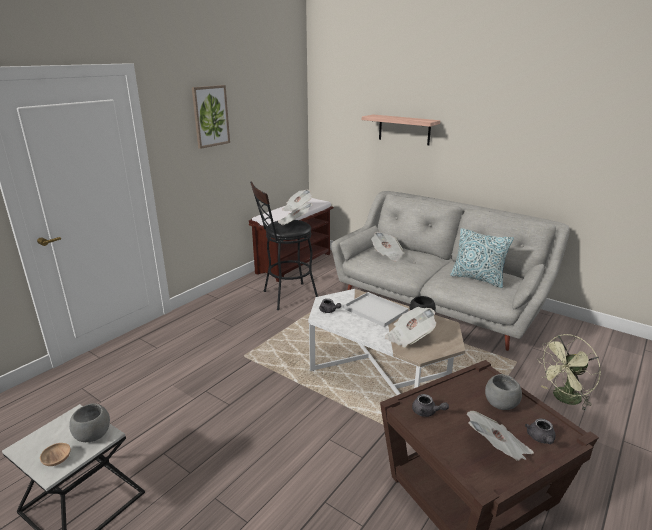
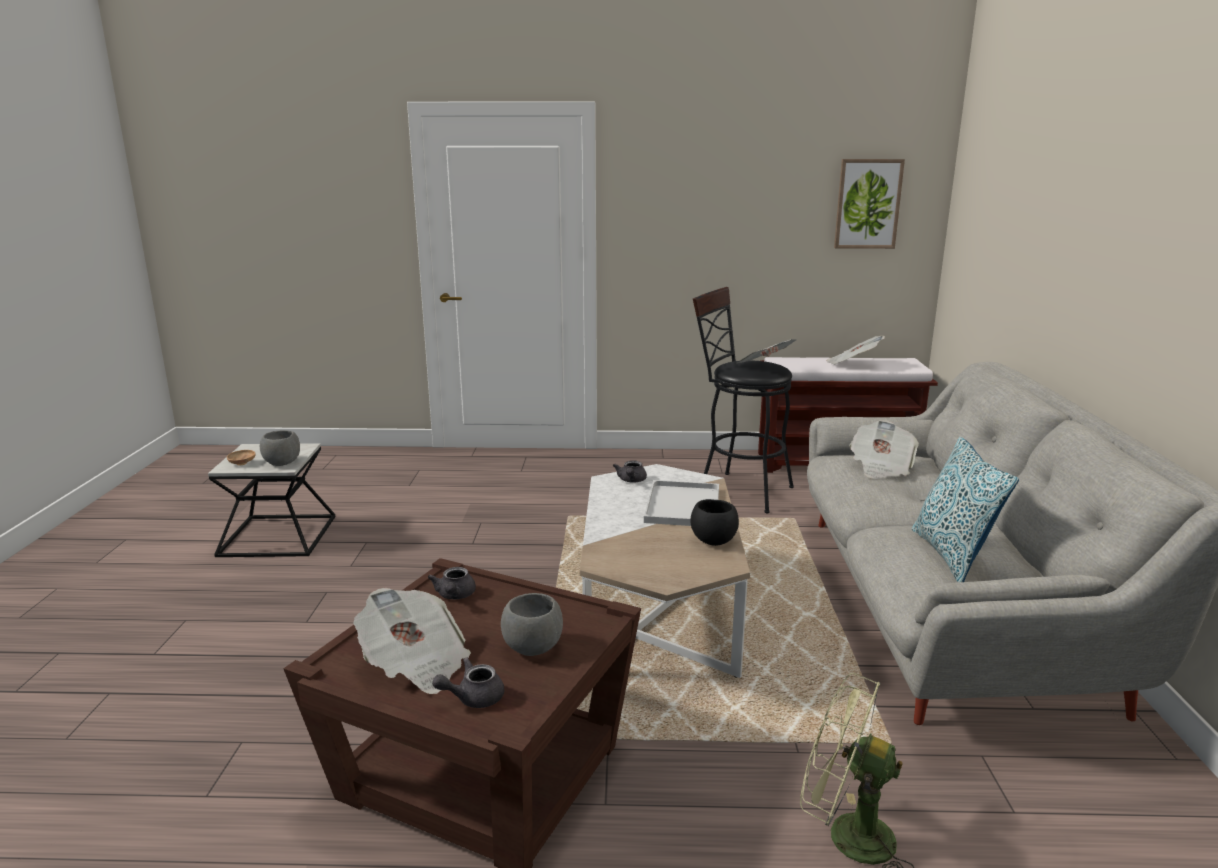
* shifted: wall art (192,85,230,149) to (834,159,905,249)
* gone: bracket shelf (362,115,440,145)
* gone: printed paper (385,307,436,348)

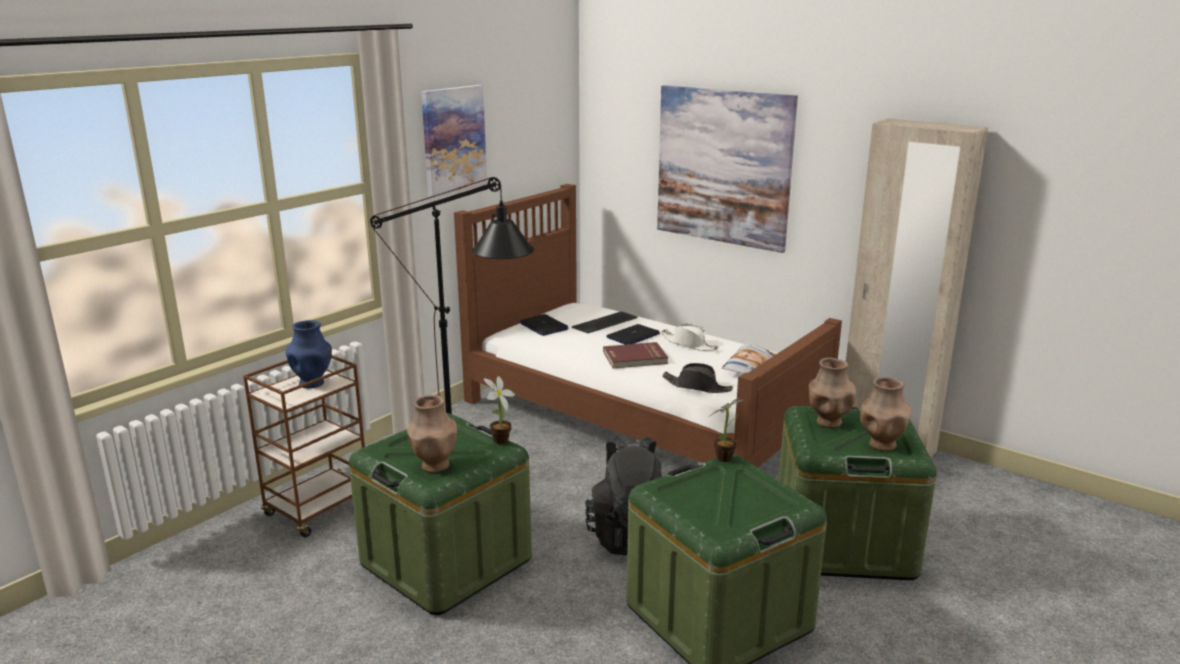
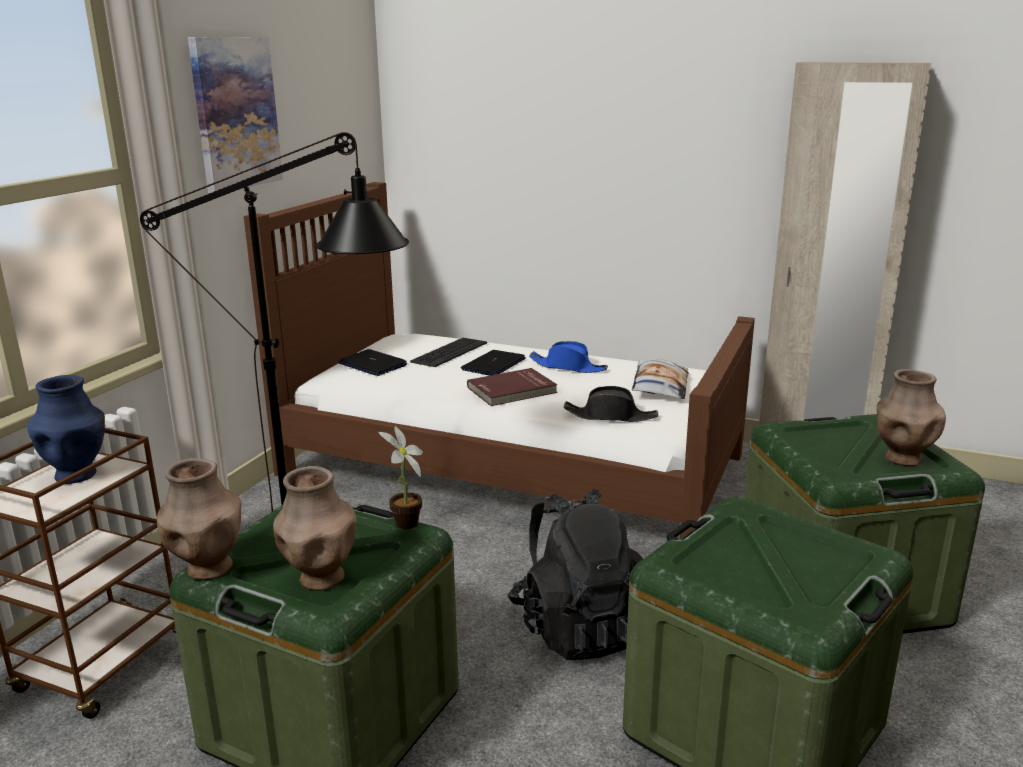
* gone: wall art (657,85,798,253)
* repainted: white-coloured clothing hat (661,323,718,351) to bluish clothing hat (529,341,608,373)
* shifted: brownish decorative vase (809,358,856,428) to (157,458,241,580)
* gone: houseplant (710,397,743,462)

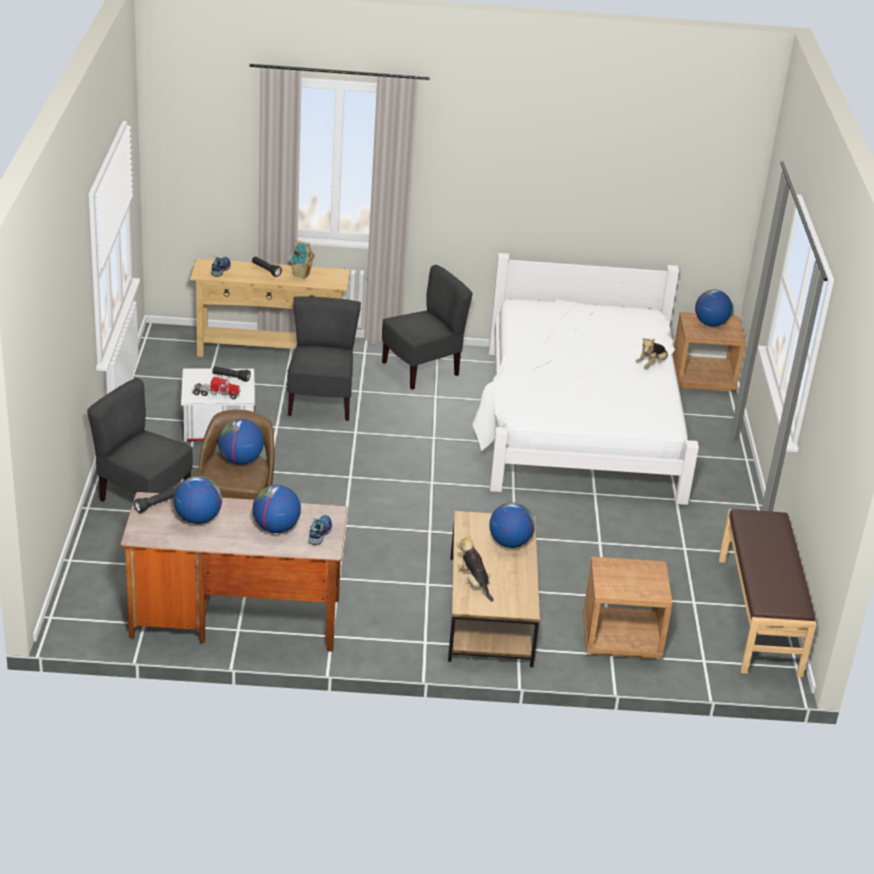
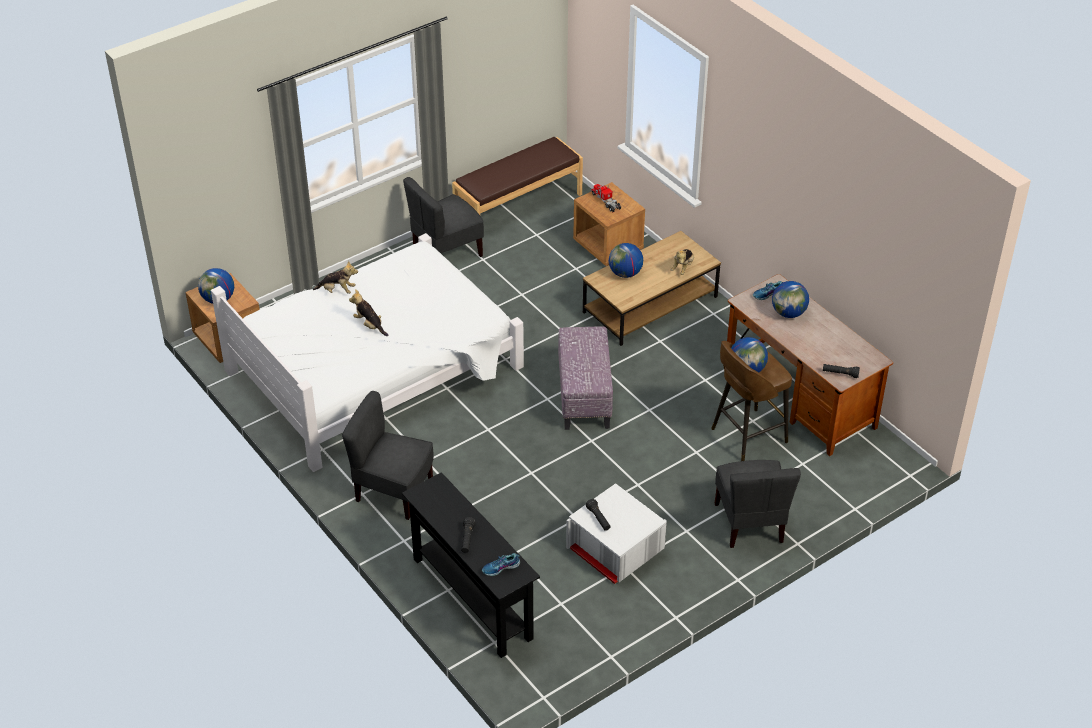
* gone: miniature house (289,240,315,279)
* repainted: sand-coloured hall table (190,258,350,357) to black-coloured hall table (402,472,540,658)
* shifted: greyish plain chair (287,296,361,421) to (403,177,484,257)
* shifted: toy truck (192,375,240,399) to (591,184,621,213)
* gone: globe (174,476,222,524)
* new: plush toy (349,289,389,336)
* new: footrest (558,327,613,430)

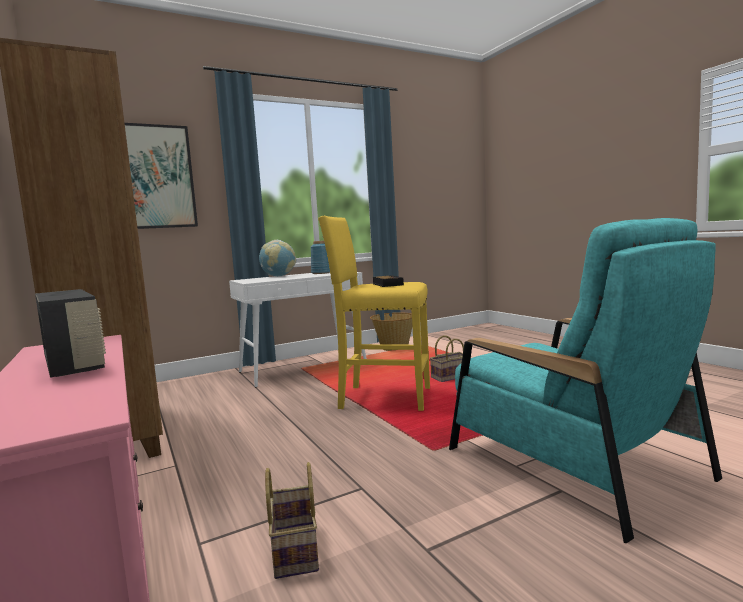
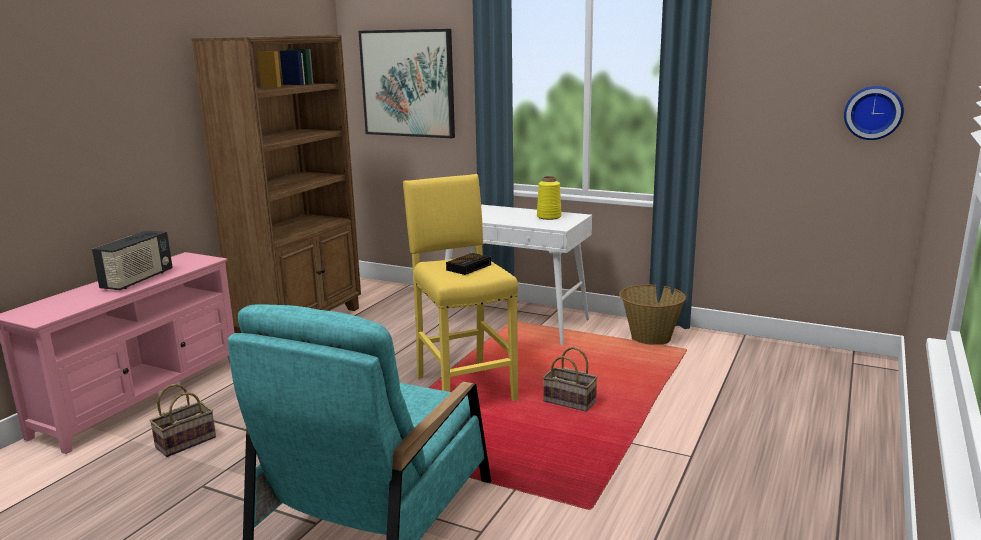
* gone: globe (259,240,296,276)
* repainted: bluish decorative vase (311,241,330,274) to yellow-coloured decorative vase (537,176,562,220)
* new: hanging clock (844,86,904,140)

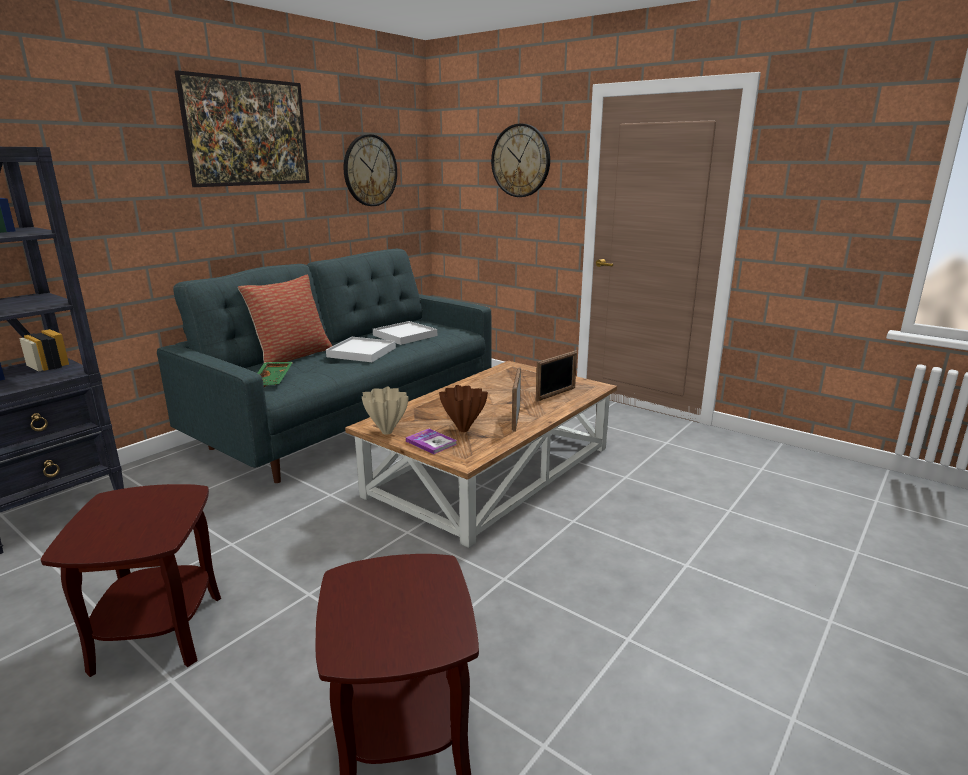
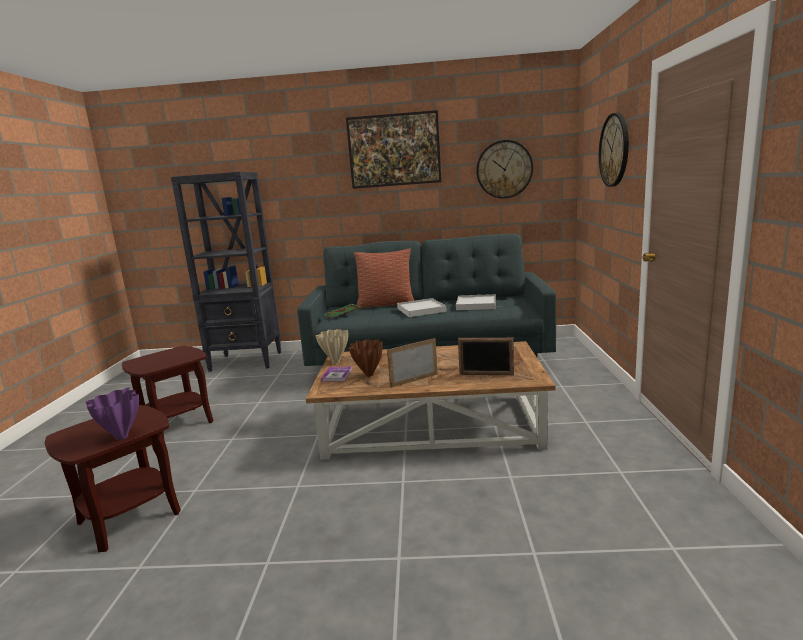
* new: purplish decorative vase (86,387,139,440)

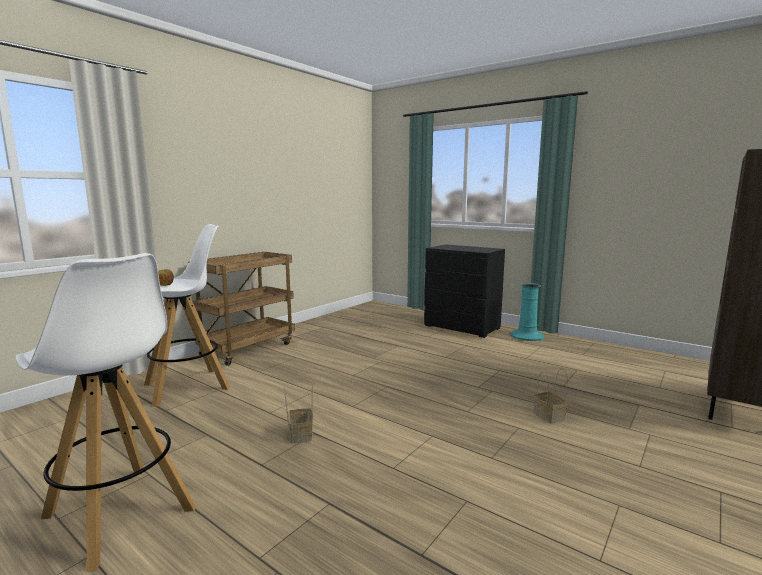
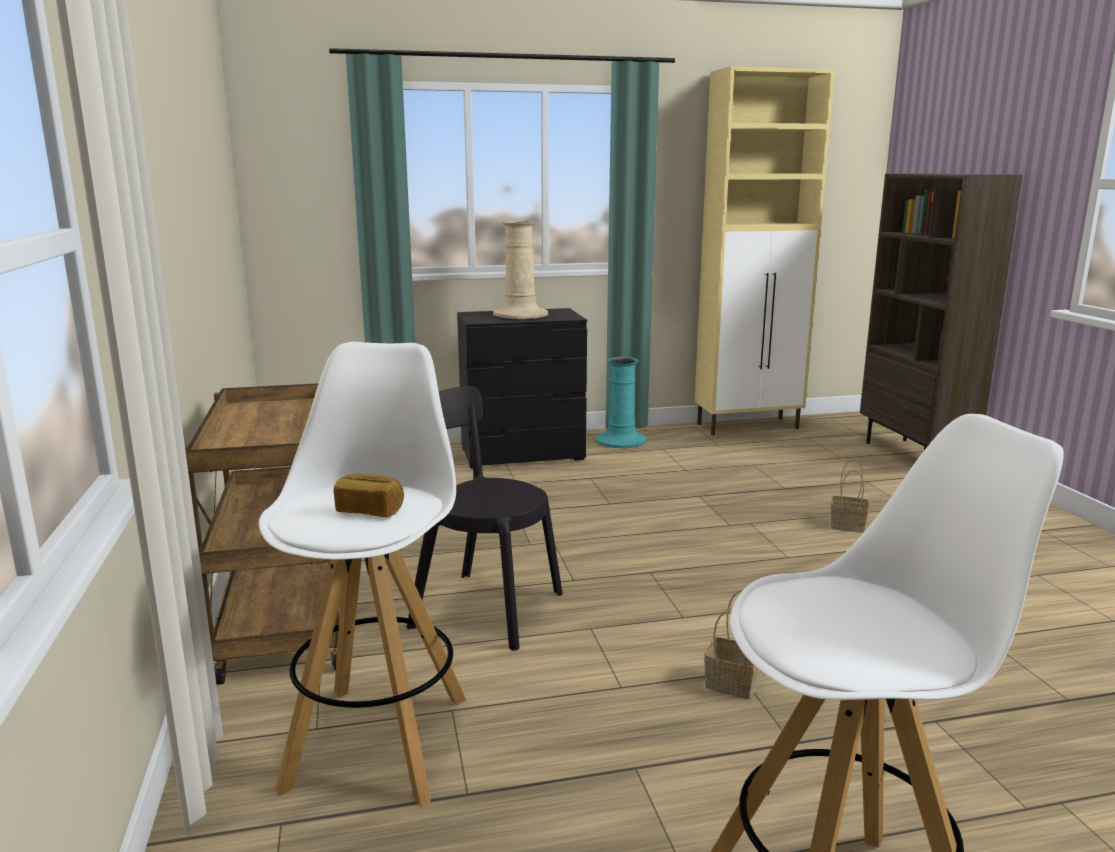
* new: sand-coloured cabinet (694,66,835,435)
* new: sand-coloured decorative vase (493,221,548,319)
* new: black-coloured plain chair (406,386,563,651)

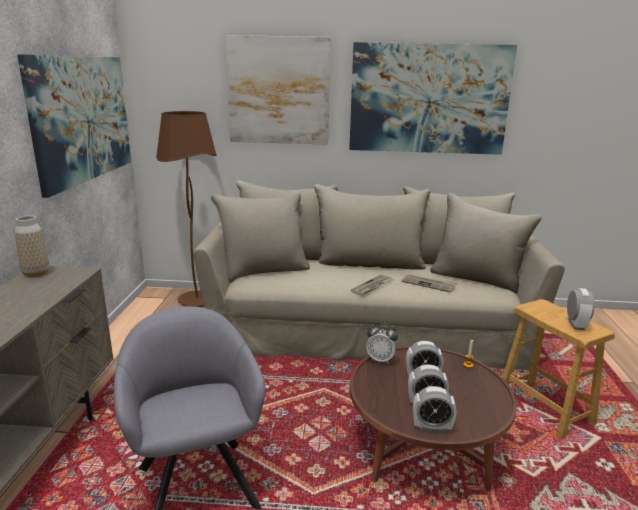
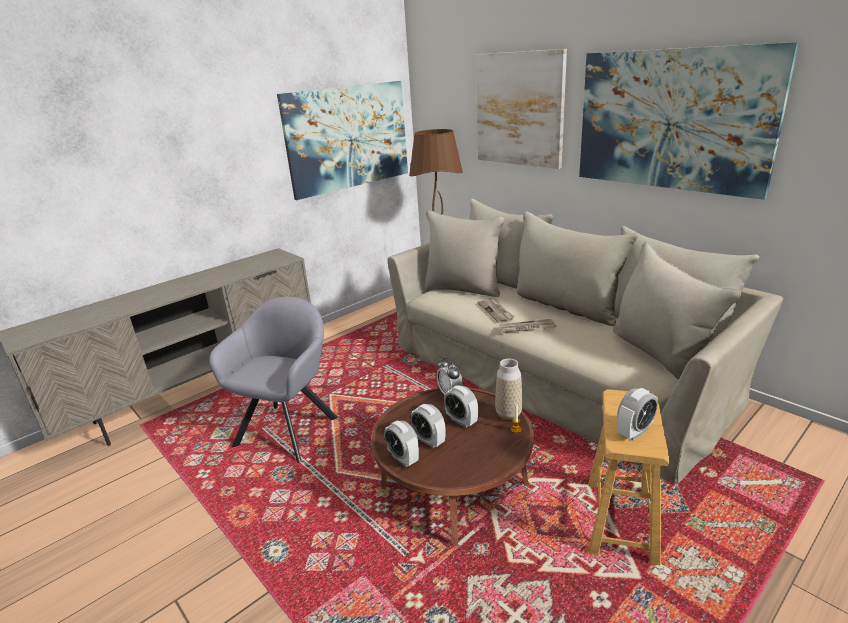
* shifted: decorative vase (15,215,49,277) to (495,359,522,420)
* shifted: printed paper (401,274,457,293) to (478,299,514,323)

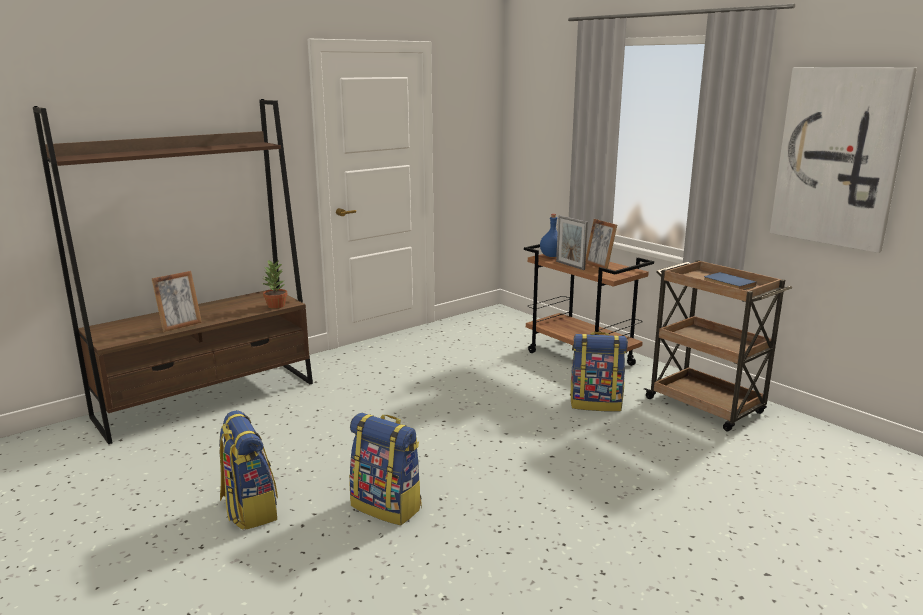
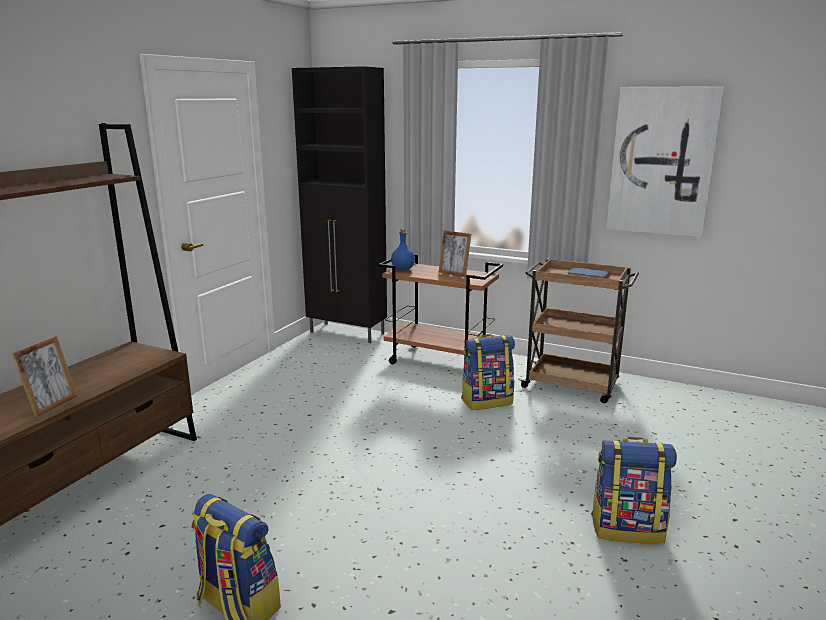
* gone: standing frame (556,215,588,270)
* gone: houseplant (261,259,288,309)
* shifted: backpack (349,413,422,525) to (591,437,677,544)
* new: black-coloured cabinet (292,66,387,343)

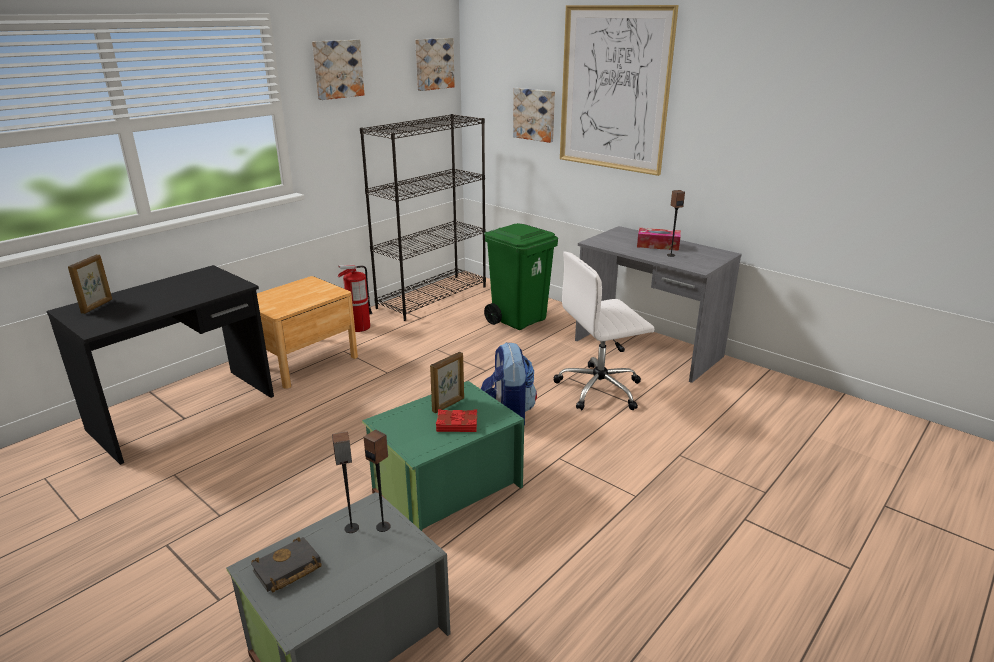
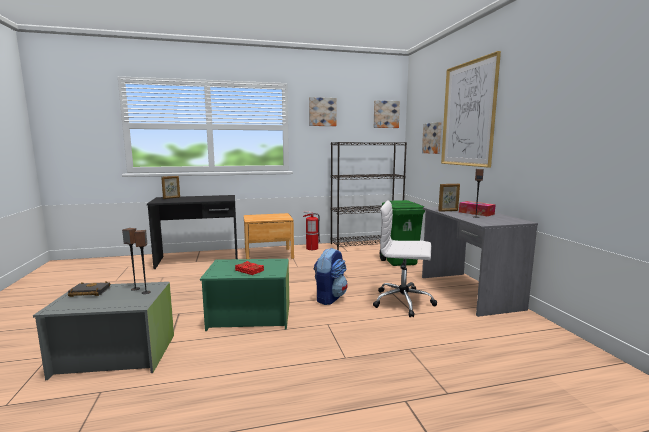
* shifted: standing frame (430,352,464,413) to (438,184,460,212)

